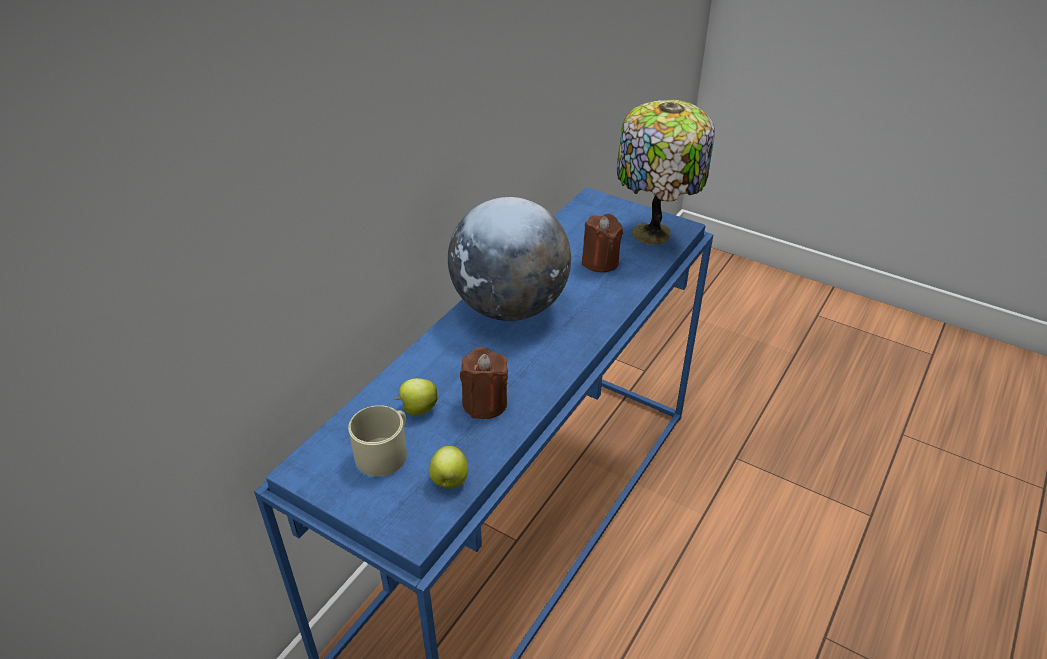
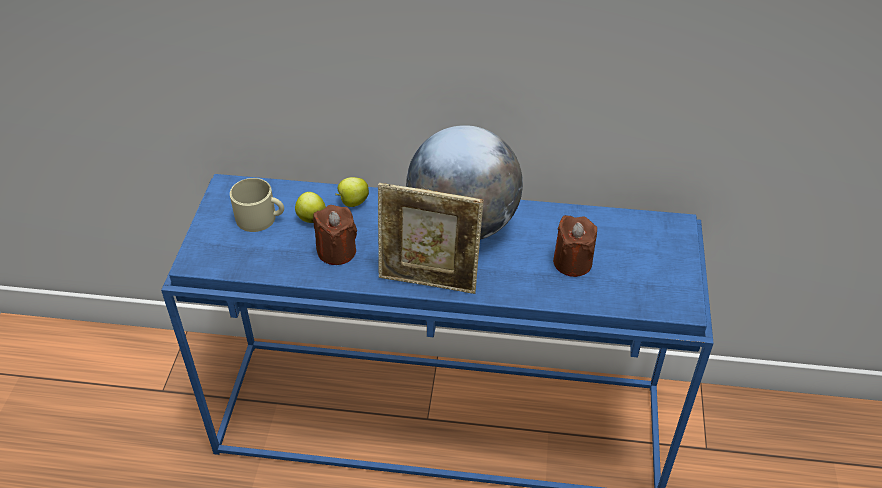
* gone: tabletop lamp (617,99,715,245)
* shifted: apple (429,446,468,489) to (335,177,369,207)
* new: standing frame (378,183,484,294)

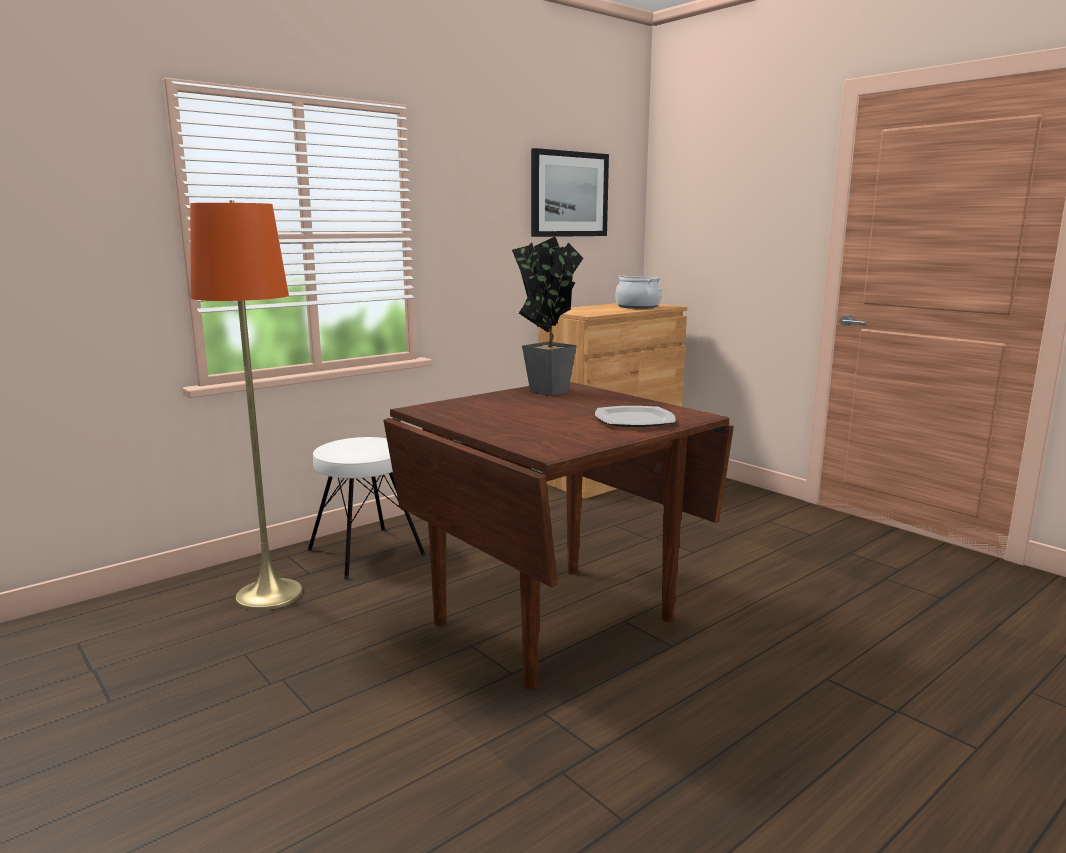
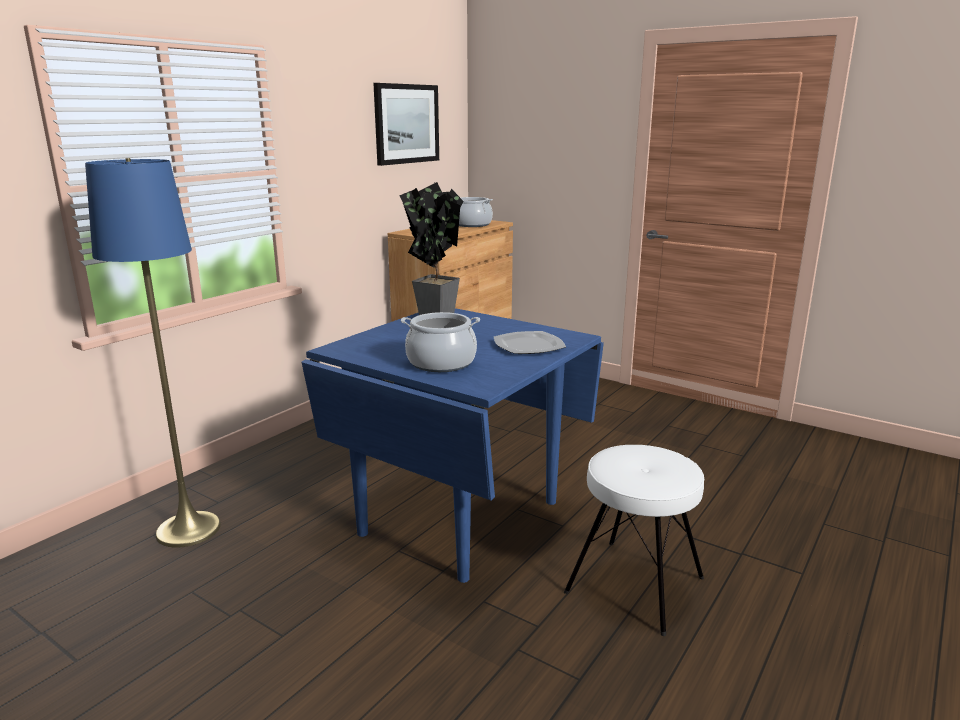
* repainted: orange-coloured standing lamp (190,200,303,611) to bluish standing lamp (85,158,221,548)
* repainted: brownish kitchen table (383,382,734,690) to bluish kitchen table (302,308,604,583)
* shifted: white-coloured stool seat (308,437,426,580) to (564,445,704,636)
* new: cooking pot (401,312,480,372)

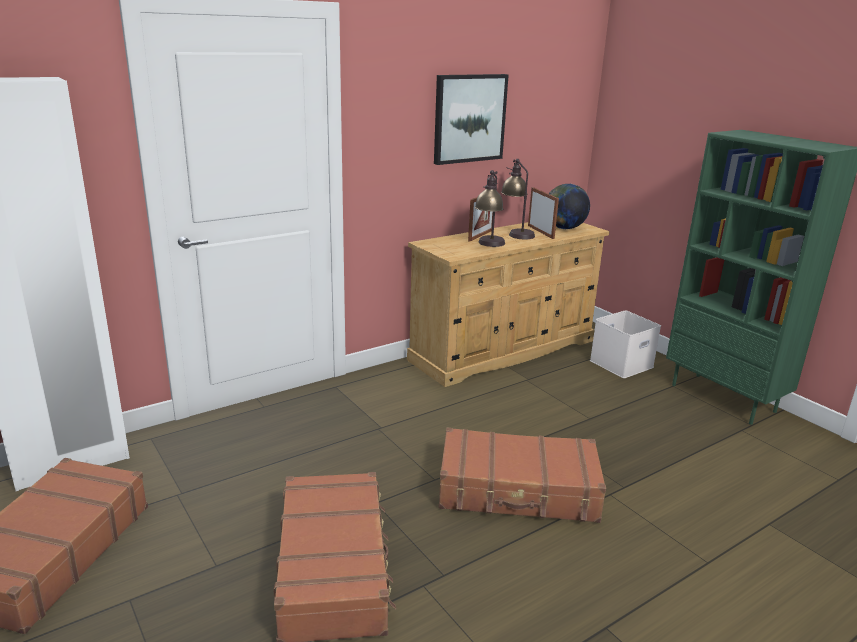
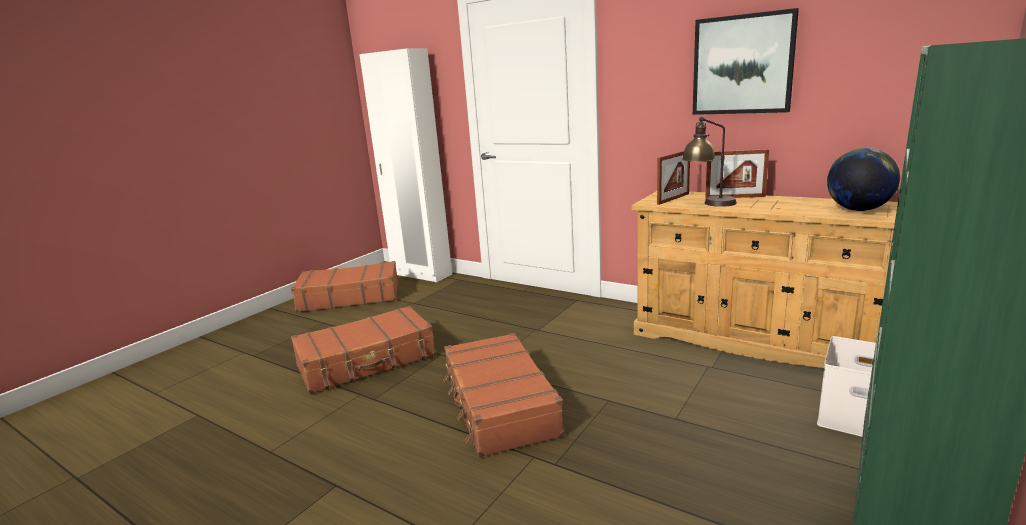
* gone: tabletop lamp (501,159,535,239)
* shifted: standing frame (528,187,559,239) to (657,151,690,205)

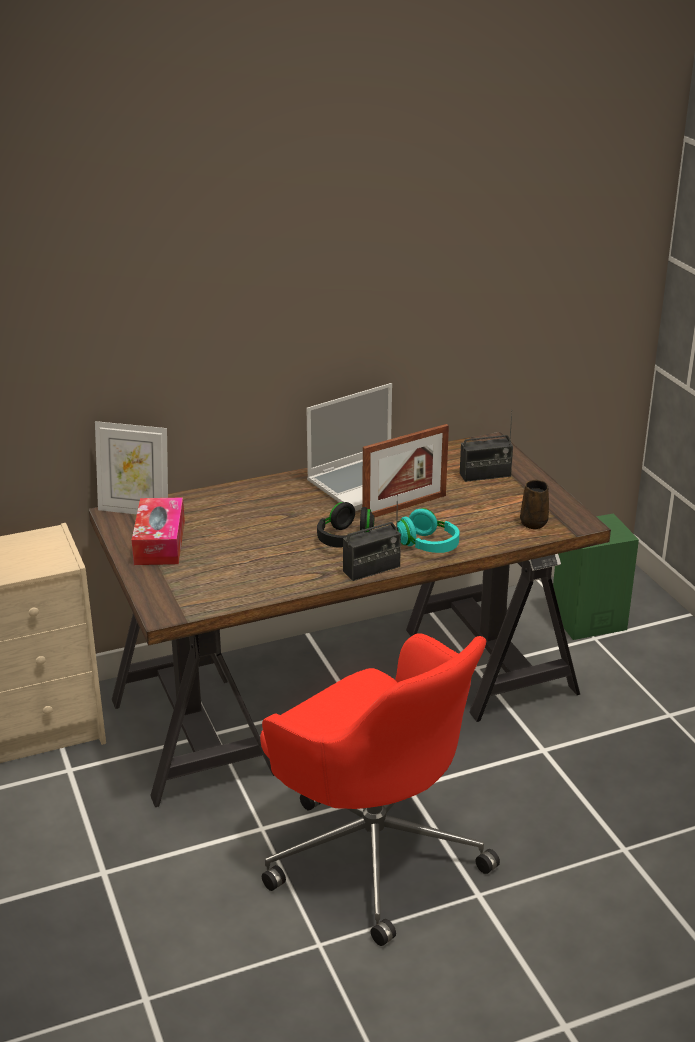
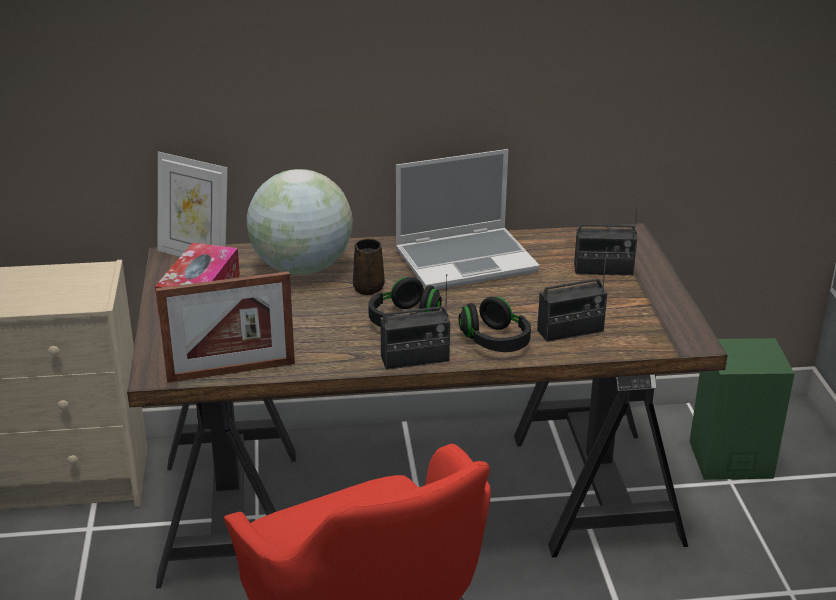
* shifted: standing frame (362,424,449,518) to (156,271,295,383)
* shifted: brownish coffee mug (520,480,549,529) to (353,238,385,295)
* repainted: turquoise-coloured headset (397,508,460,553) to black-coloured headset (459,297,531,352)
* new: globe (247,169,353,275)
* new: radio (537,247,607,342)

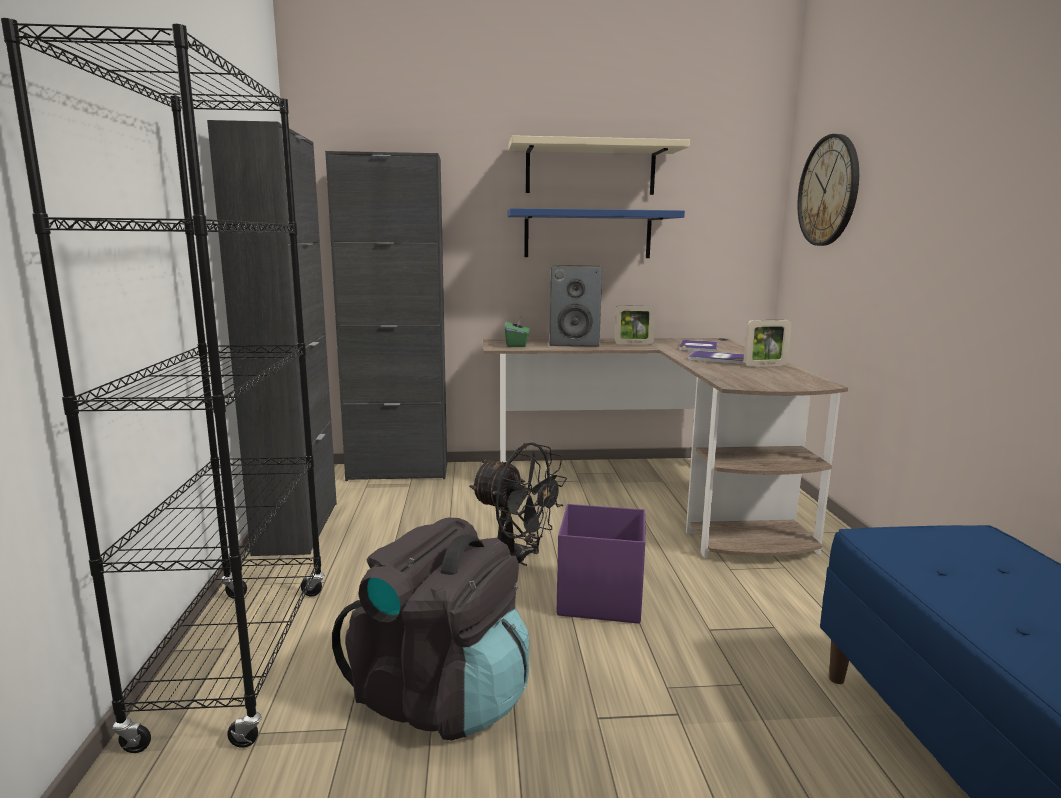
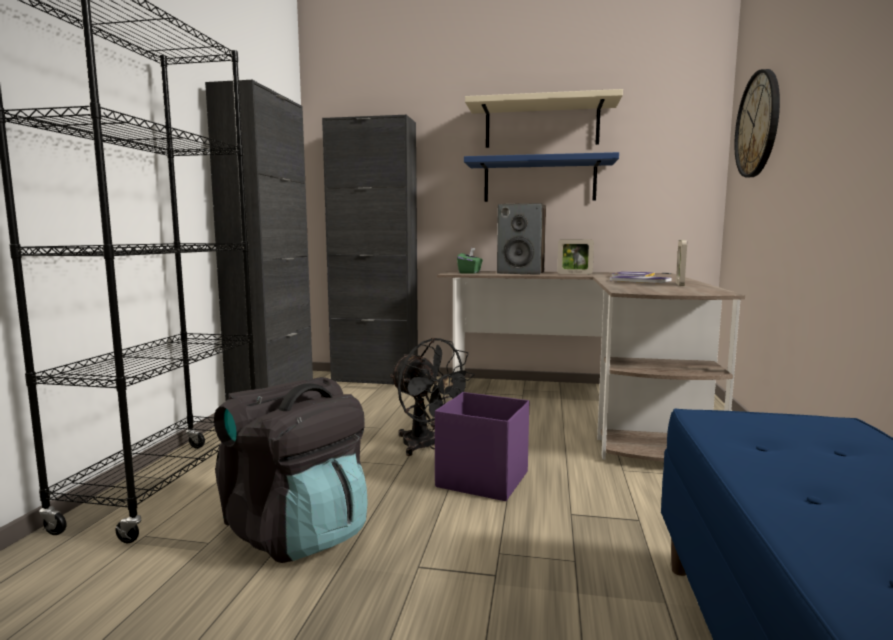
* rotated: standing frame (743,320,792,367) = (676,240,687,286) 105 degrees clockwise

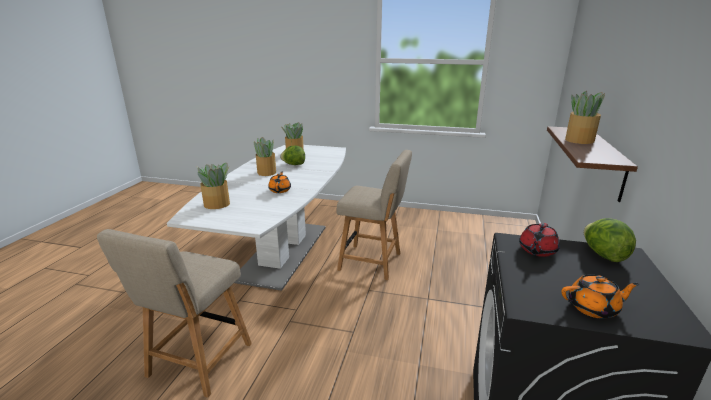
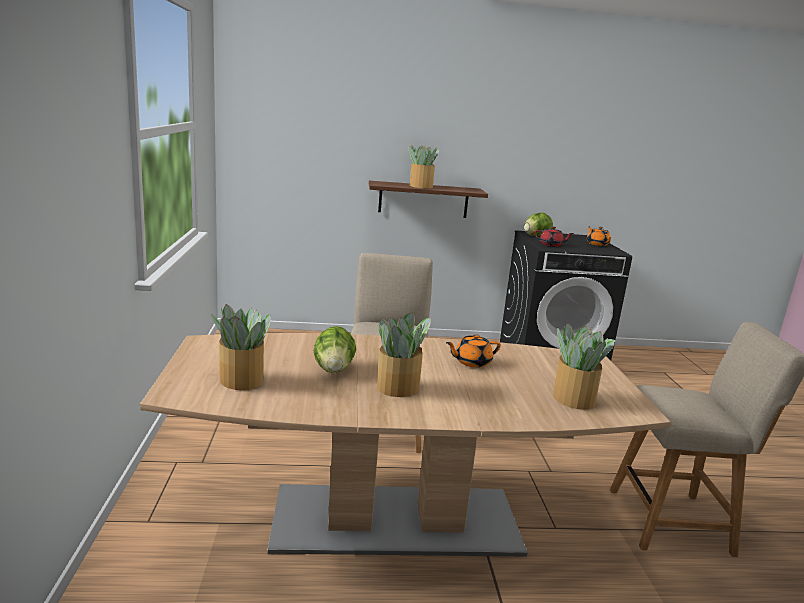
* repainted: white-coloured kitchen table (167,145,346,291) to brownish kitchen table (140,333,671,557)

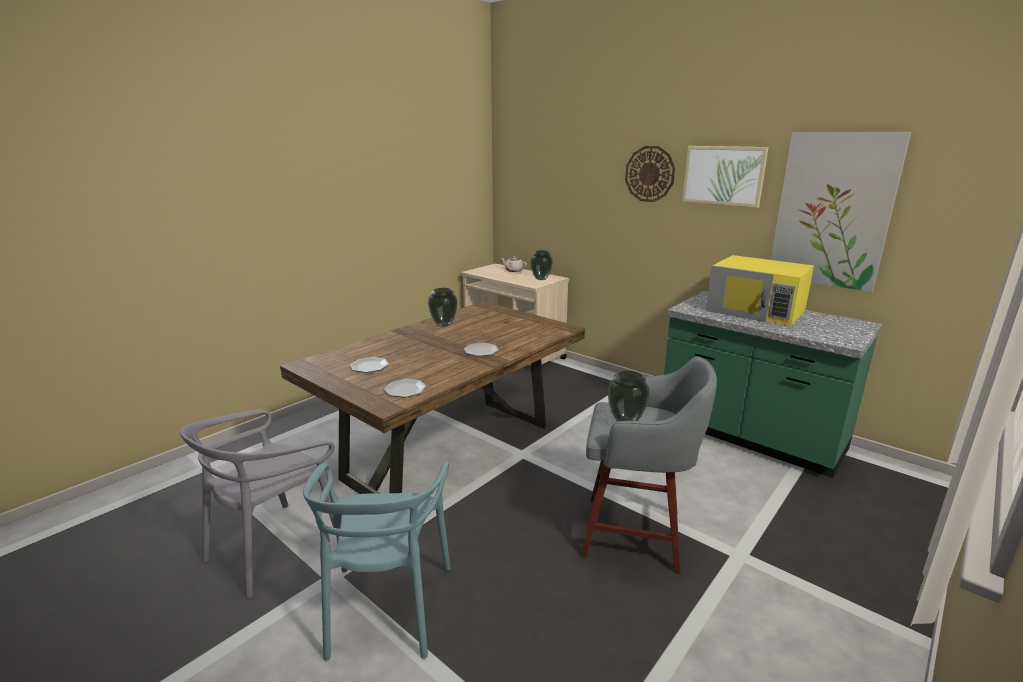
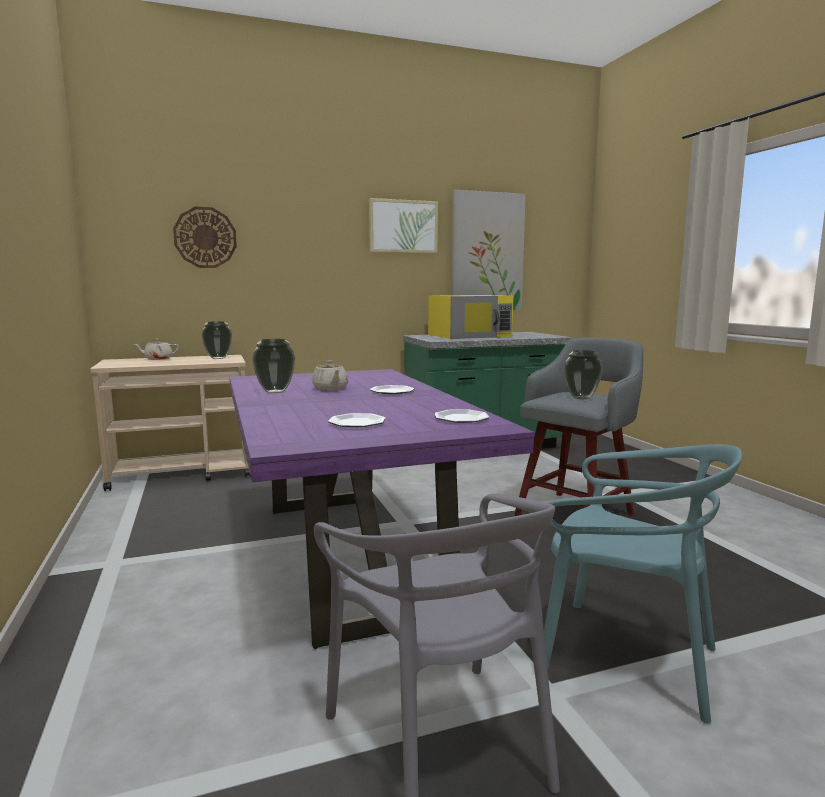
* shifted: hanging clock (625,146,675,202) to (173,207,237,268)
* repainted: brownish kitchen table (280,301,585,494) to purplish kitchen table (230,369,535,649)
* new: sand-coloured teapot (312,360,348,390)

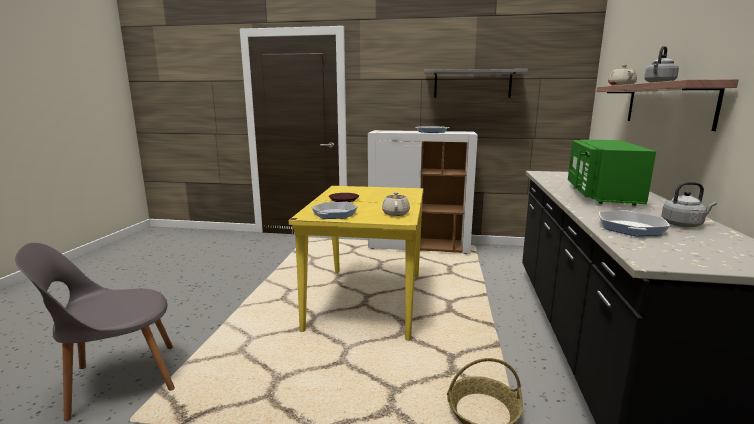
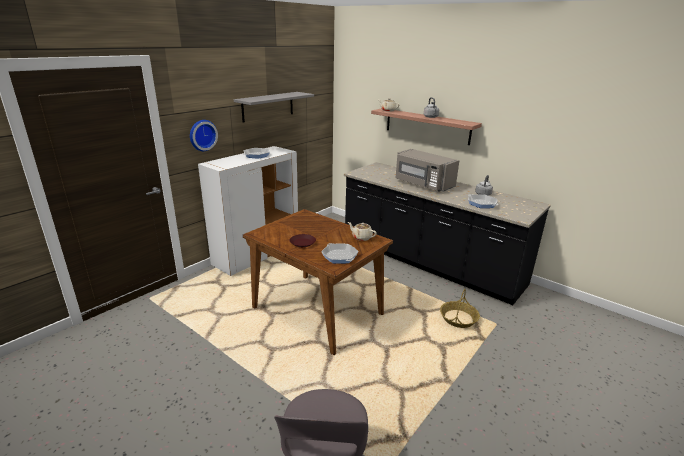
* repainted: green microwave oven (568,139,656,206) to greyish microwave oven (396,149,459,192)
* repainted: yellow-coloured kitchen table (289,186,424,341) to brownish kitchen table (243,209,393,355)
* new: hanging clock (190,120,218,151)

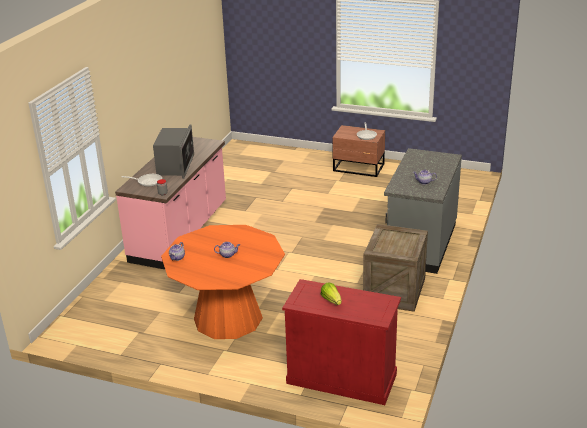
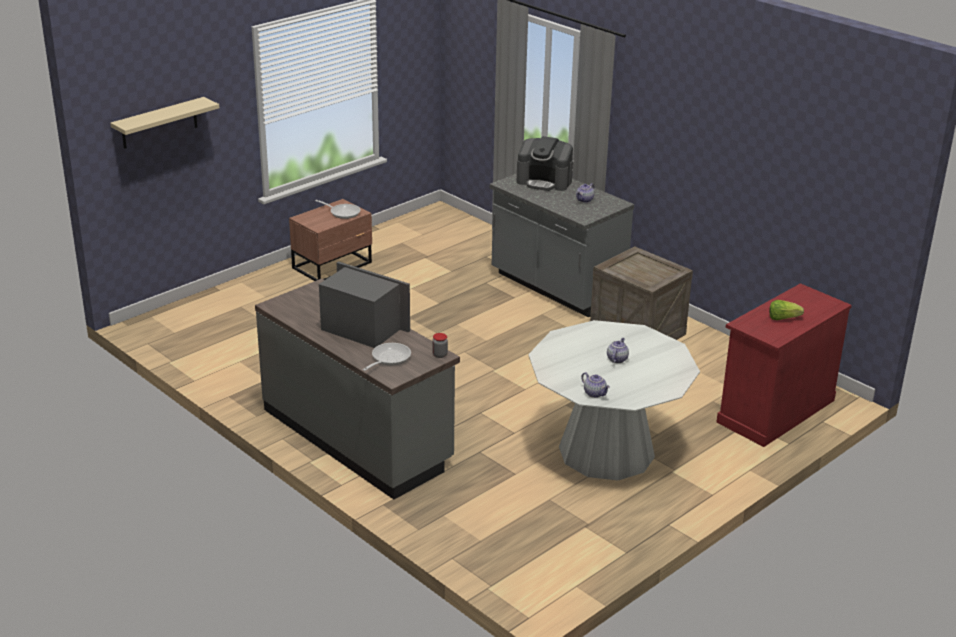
* repainted: pinkish kitchen counter (115,137,226,269) to greyish kitchen counter (255,279,460,499)
* repainted: orange-coloured kitchen table (161,225,285,339) to white-coloured kitchen table (528,320,700,480)
* new: sand-coloured bracket shelf (110,97,219,149)
* new: coffee maker (517,136,573,191)

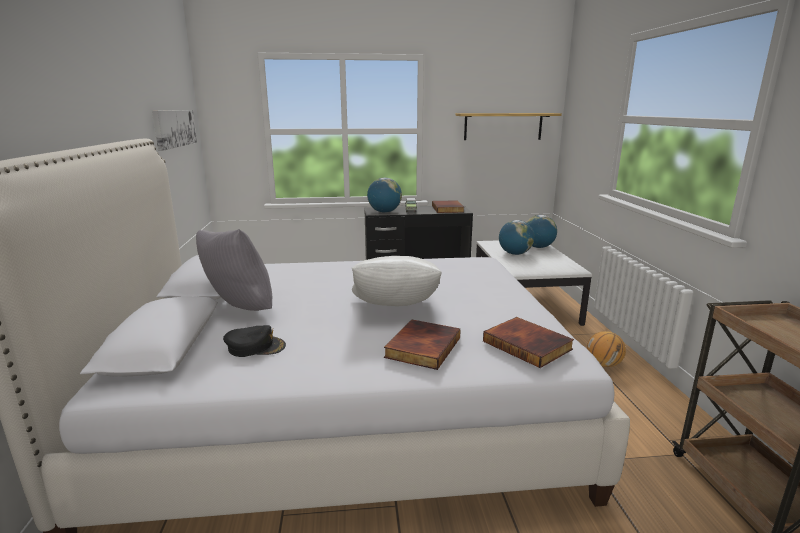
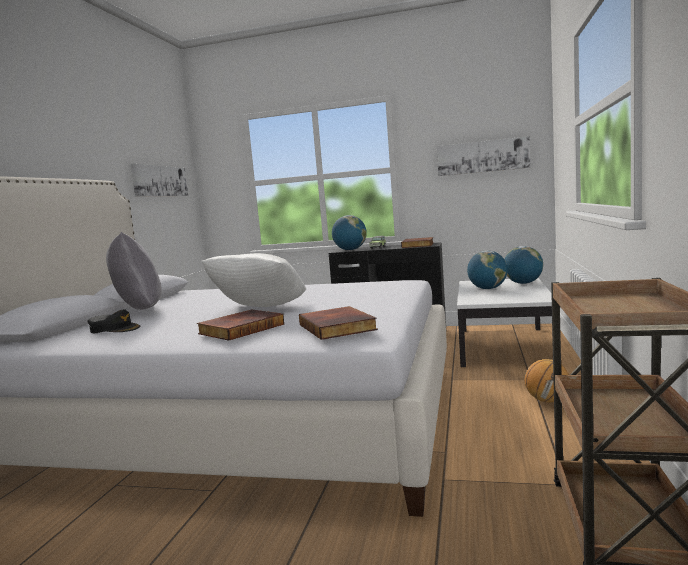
* swapped: bracket shelf (455,113,562,140) to wall art (437,136,531,176)

